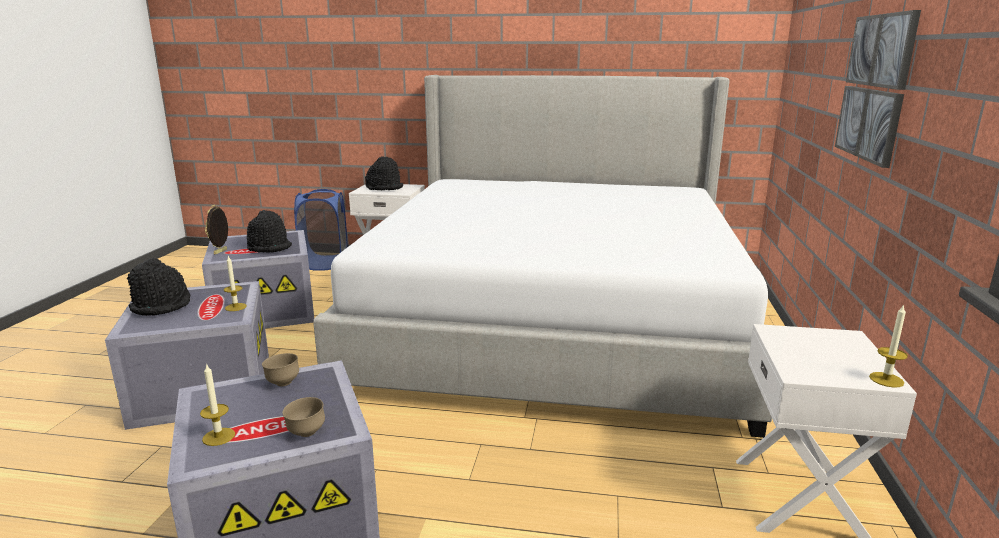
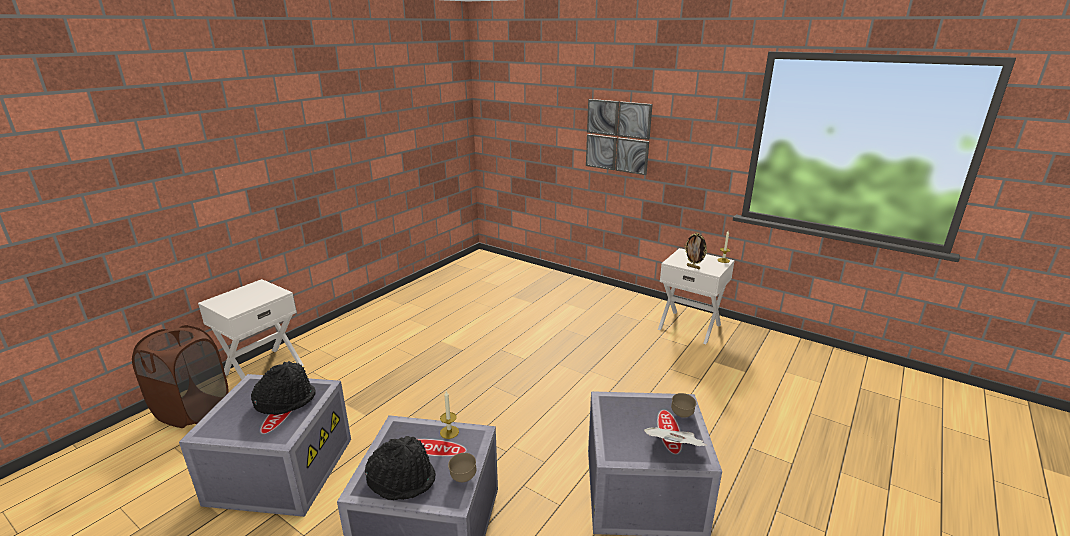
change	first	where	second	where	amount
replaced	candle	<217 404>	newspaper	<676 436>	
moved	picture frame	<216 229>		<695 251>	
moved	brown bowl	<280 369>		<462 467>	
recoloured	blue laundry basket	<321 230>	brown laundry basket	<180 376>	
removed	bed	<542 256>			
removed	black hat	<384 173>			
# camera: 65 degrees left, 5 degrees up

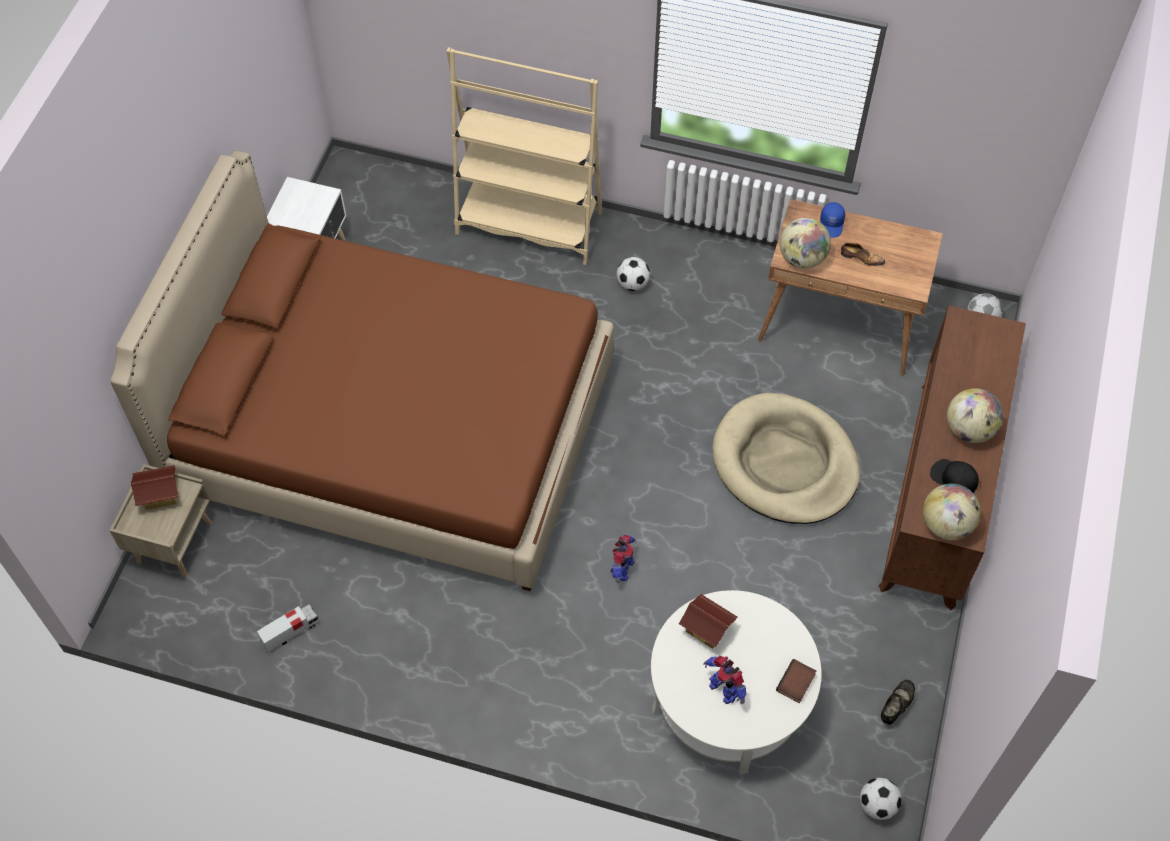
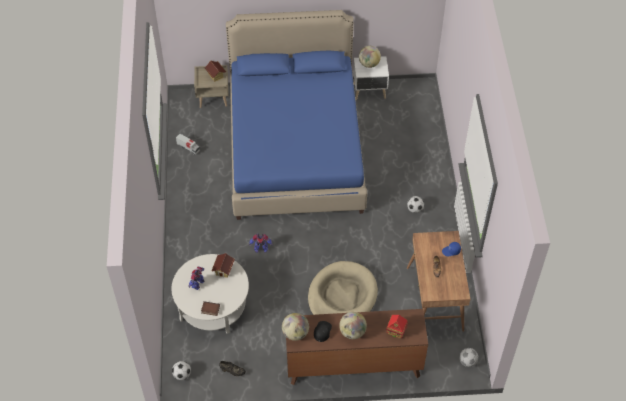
change	first	where	second	where	amount
recoloured	brown bed	<362 371>	blue bed	<296 115>	
removed	beige bookcase	<524 156>			
moved	globe	<805 243>		<370 57>	
added			toy house	<397 327>	
# camera: 70 degrees right, 5 degrees down

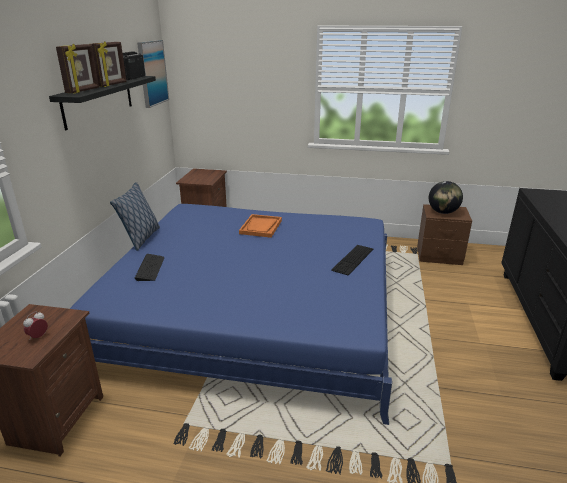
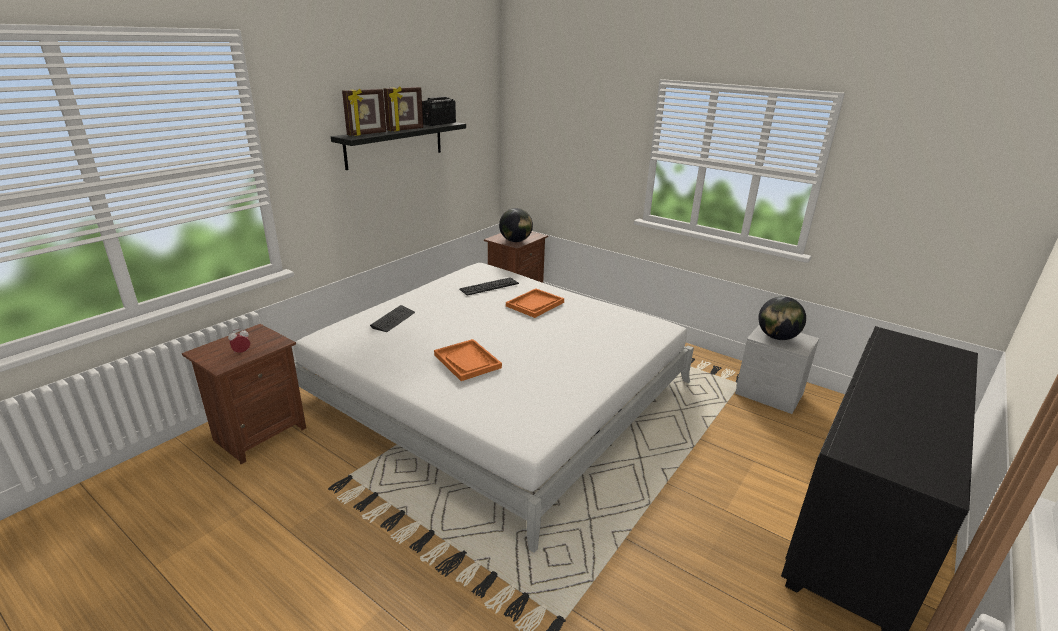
change	first	where	second	where	amount
recoloured	blue bed	<231 314>	white bed	<494 408>	
removed	pillow	<135 216>			
removed	picture	<153 74>			
moved	keyboard	<352 260>		<489 286>	
recoloured	brown nightstand	<444 234>	grey nightstand	<777 369>	
added			orange tray	<468 360>	
added			globe	<516 225>	
# camera: 25 degrees right, 0 degrees up

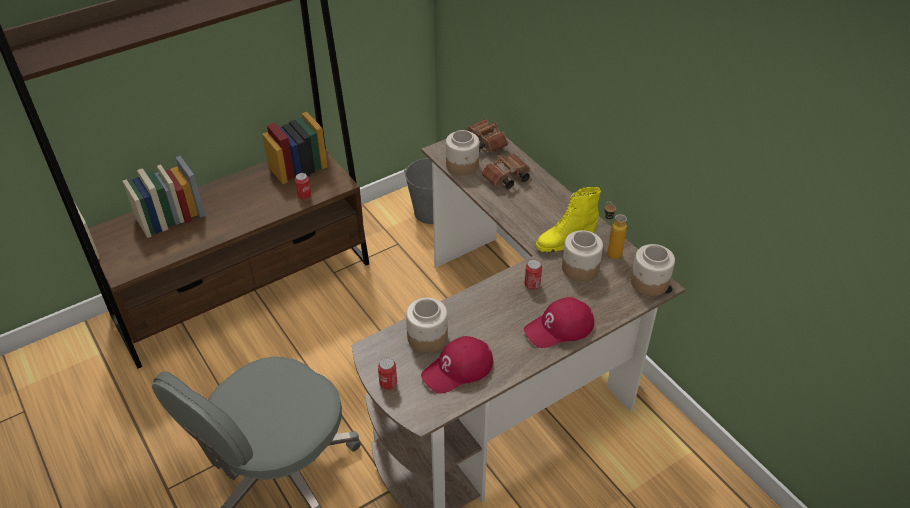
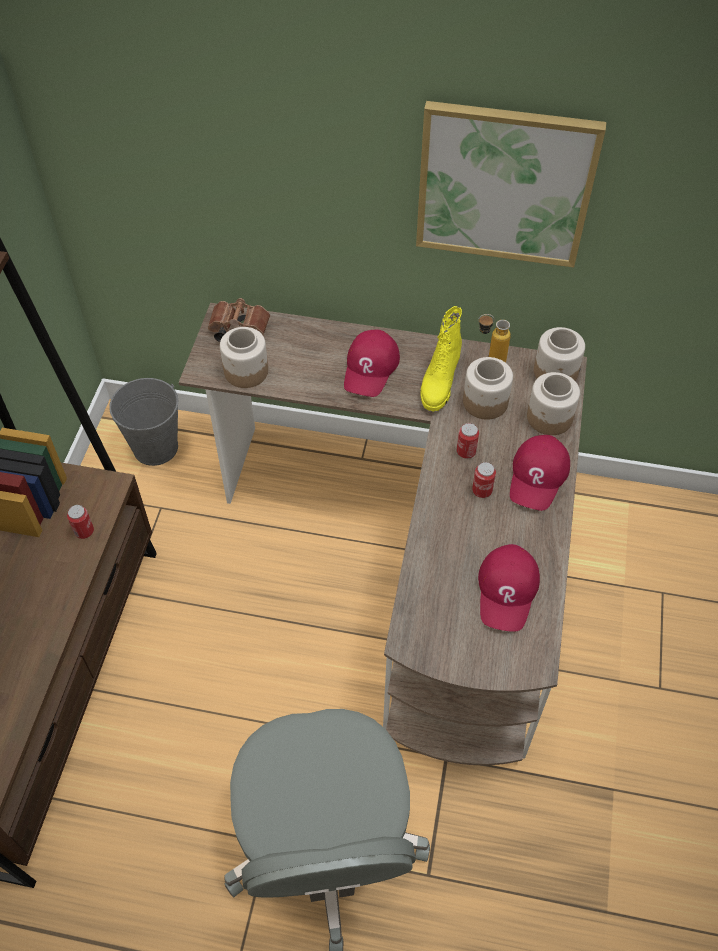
change	first	where	second	where	amount
moved	can	<387 374>		<484 480>	
moved	jar	<427 325>		<553 403>	
removed	brown binoculars	<505 171>			
added			red cap	<372 363>	
added			picture	<511 184>	
# camera: 45 degrees left, 10 degrees up

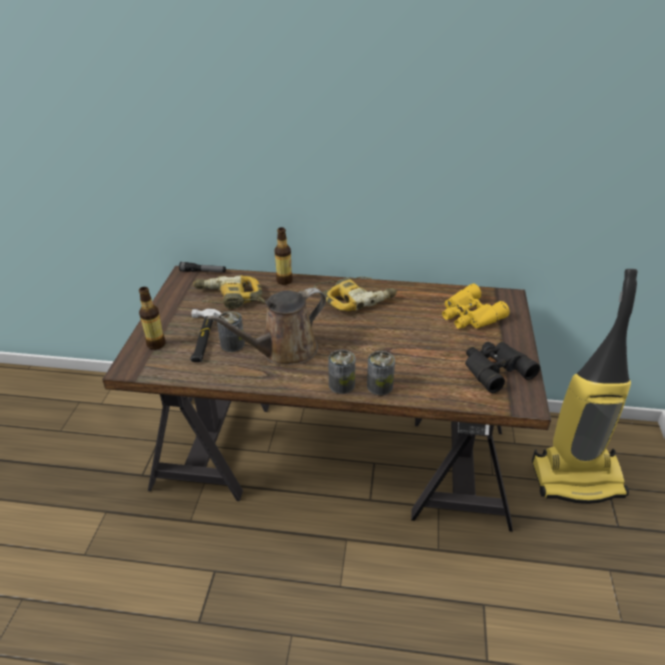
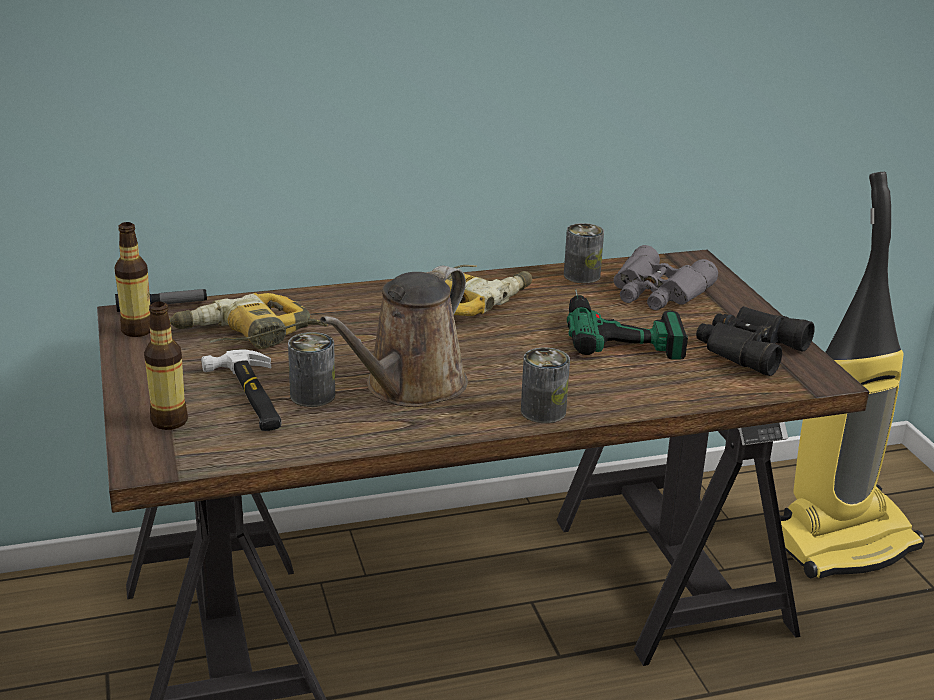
change	first	where	second	where	amount
moved	bottle	<283 256>		<132 279>	
moved	can	<381 373>		<584 253>	
recoloured	yellow binoculars	<476 306>	grey binoculars	<665 277>	
added			power drill	<627 324>	
# camera: 25 degrees left, 10 degrees down

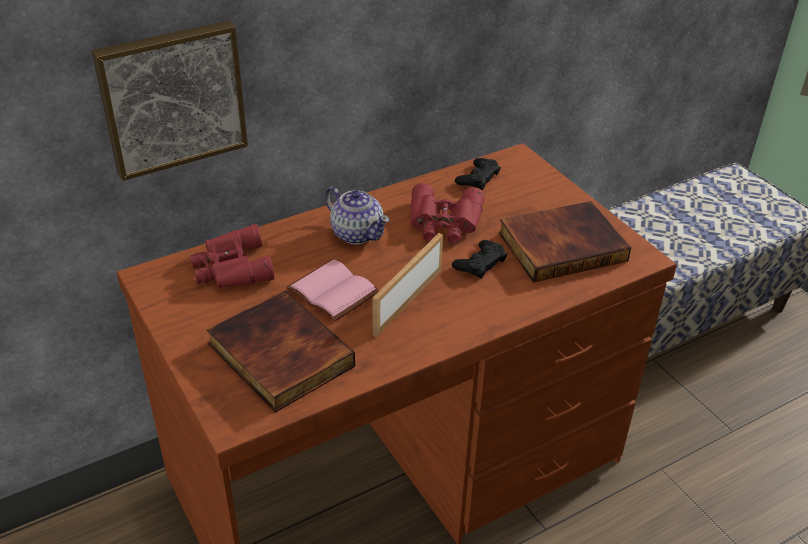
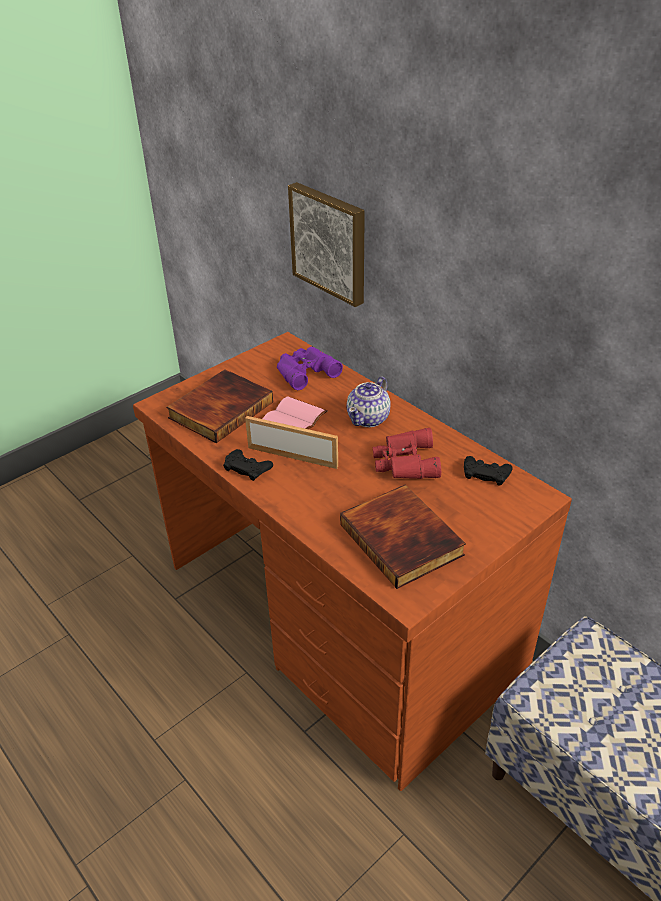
change	first	where	second	where	amount
recoloured	red binoculars	<232 256>	purple binoculars	<310 368>	
moved	black game controller	<479 259>		<248 465>	
# camera: 80 degrees right, 0 degrees up

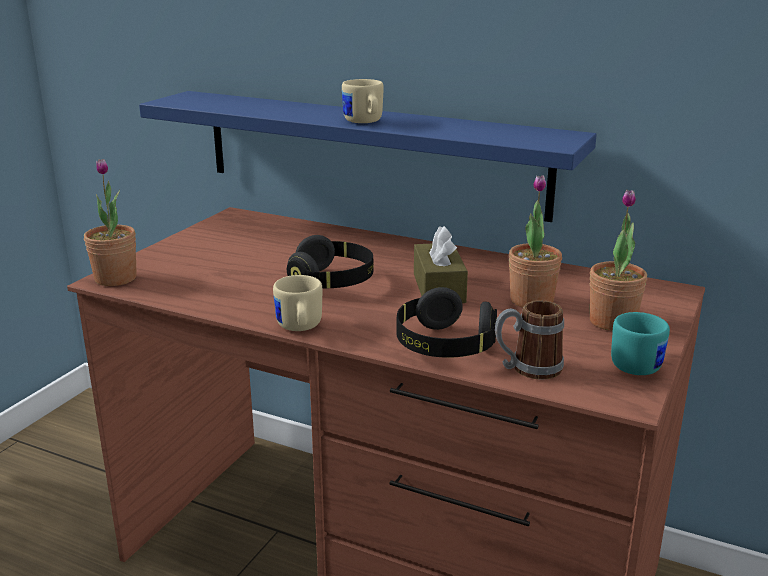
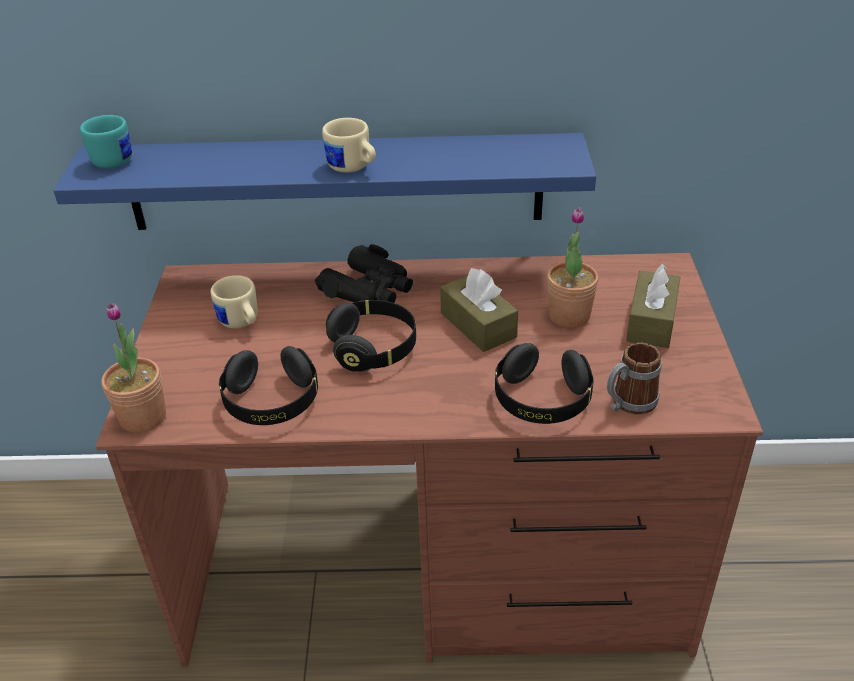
change	first	where	second	where	amount
moved	beige mug	<297 303>		<234 301>	
replaced	potted plant	<618 260>	brown tissue box	<653 306>	
moved	turquoise mug	<640 343>		<106 142>	
added			black headphones	<268 385>	
added			black binoculars	<364 273>	
# camera: 25 degrees left, 15 degrees up

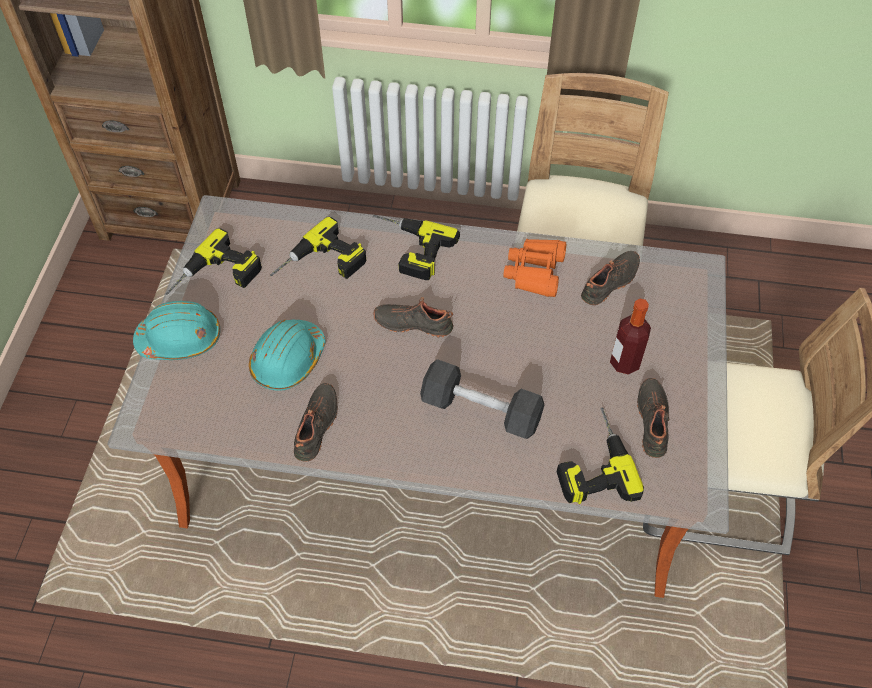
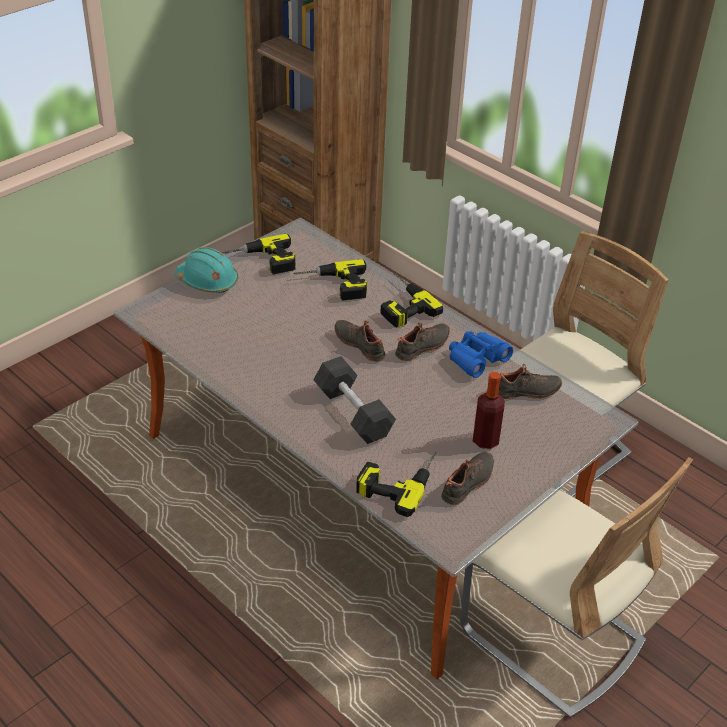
change	first	where	second	where	amount
removed	turquoise hard hat	<287 355>			
moved	black shoe	<316 422>		<422 341>	
recoloured	orange binoculars	<535 268>	blue binoculars	<481 354>	
# camera: 35 degrees right, 15 degrees down

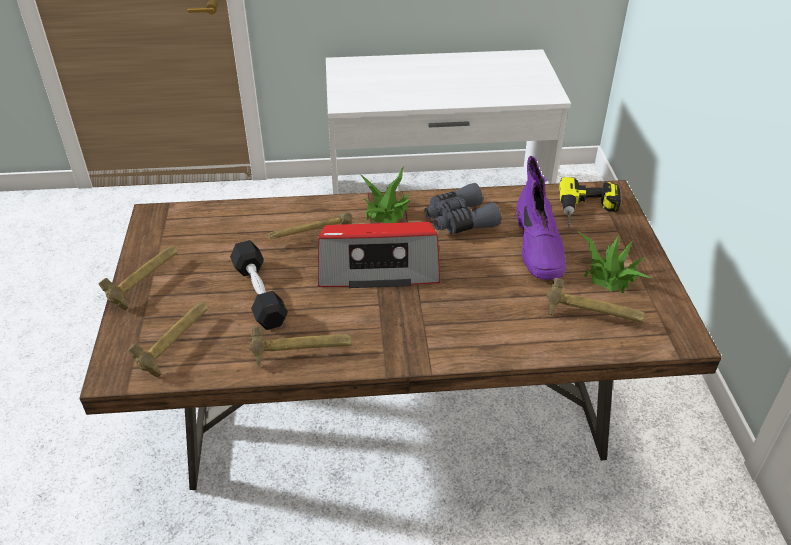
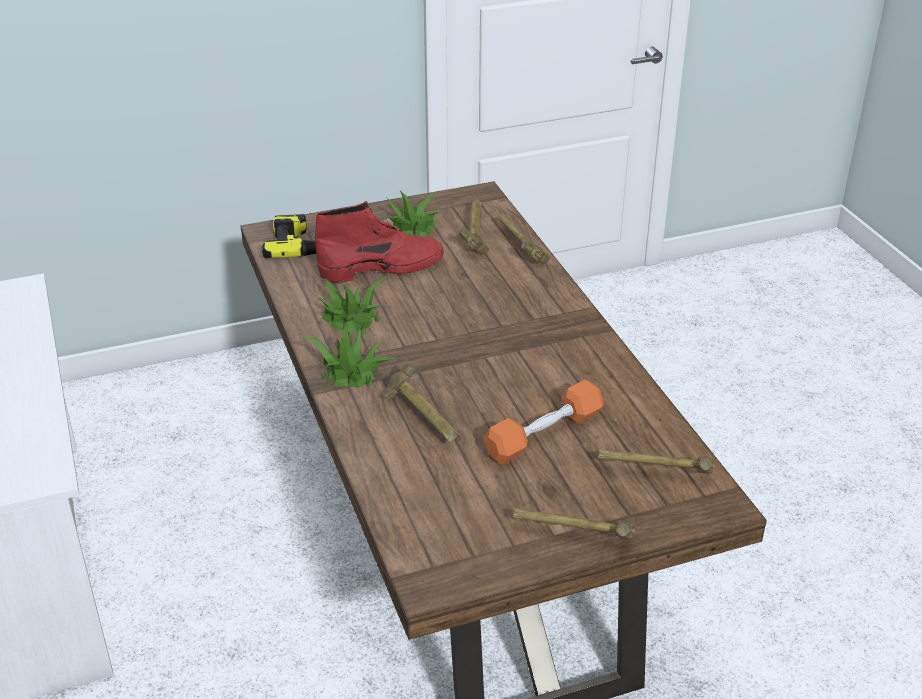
change	first	where	second	where	amount
recoloured	black dumbbell	<259 285>	orange dumbbell	<544 422>	
moved	hammer	<300 346>		<524 238>	
removed	radio	<379 255>			
replaced	grey binoculars	<462 208>	potted plant	<351 306>	
recoloured	purple boot	<542 218>	red boot	<379 242>	
# camera: 105 degrees left, 5 degrees down

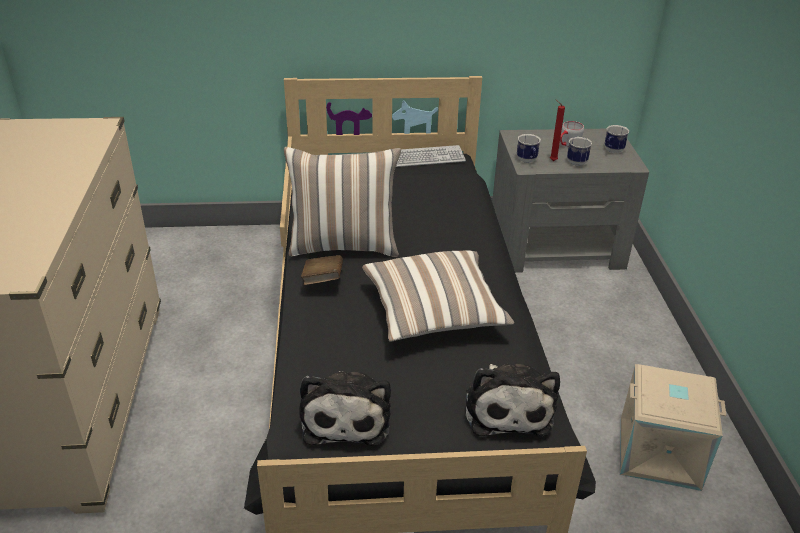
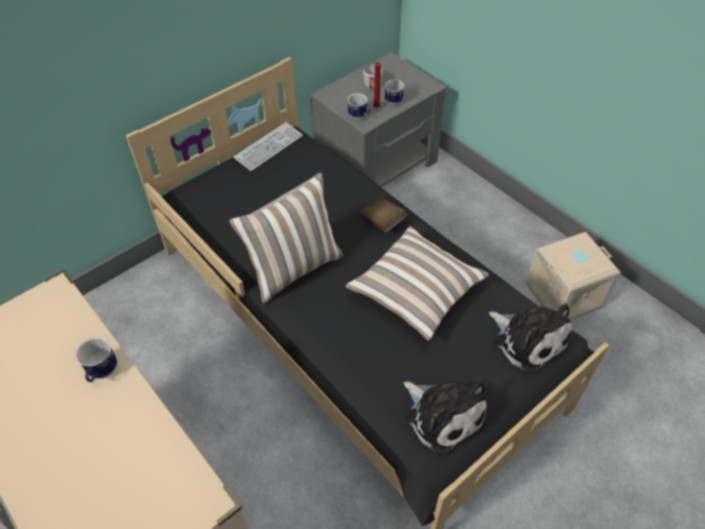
change	first	where	second	where	amount
moved	brown book	<322 270>		<383 214>	
moved	mug	<617 139>		<96 359>	
# camera: 35 degrees left, 15 degrees up

